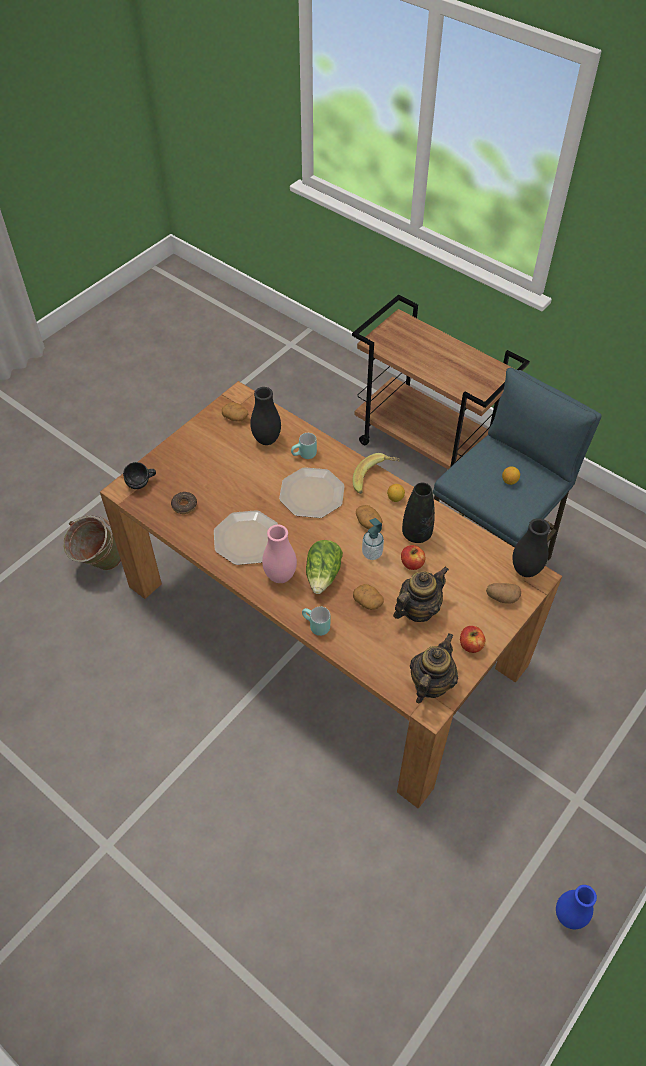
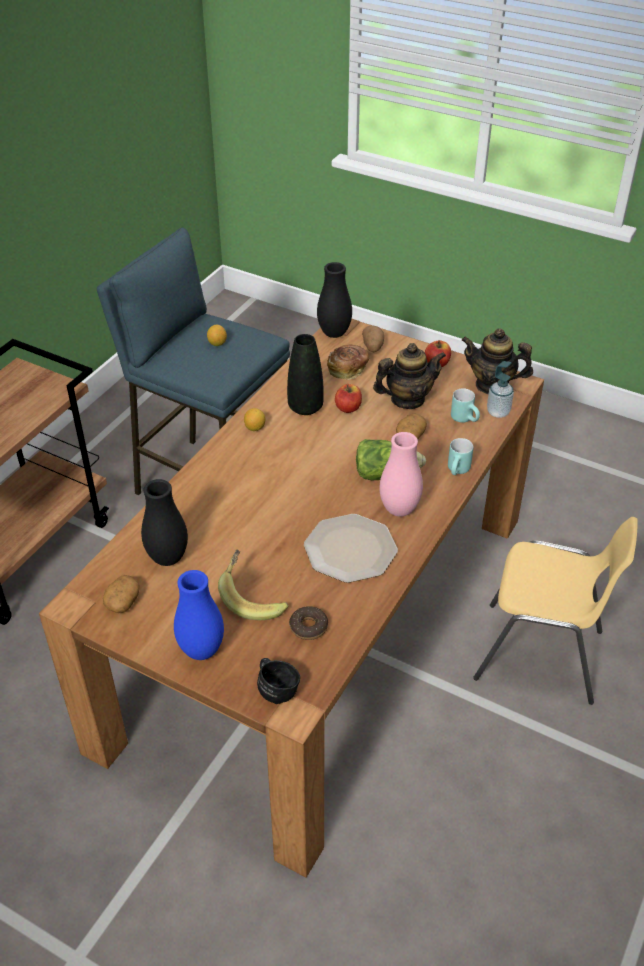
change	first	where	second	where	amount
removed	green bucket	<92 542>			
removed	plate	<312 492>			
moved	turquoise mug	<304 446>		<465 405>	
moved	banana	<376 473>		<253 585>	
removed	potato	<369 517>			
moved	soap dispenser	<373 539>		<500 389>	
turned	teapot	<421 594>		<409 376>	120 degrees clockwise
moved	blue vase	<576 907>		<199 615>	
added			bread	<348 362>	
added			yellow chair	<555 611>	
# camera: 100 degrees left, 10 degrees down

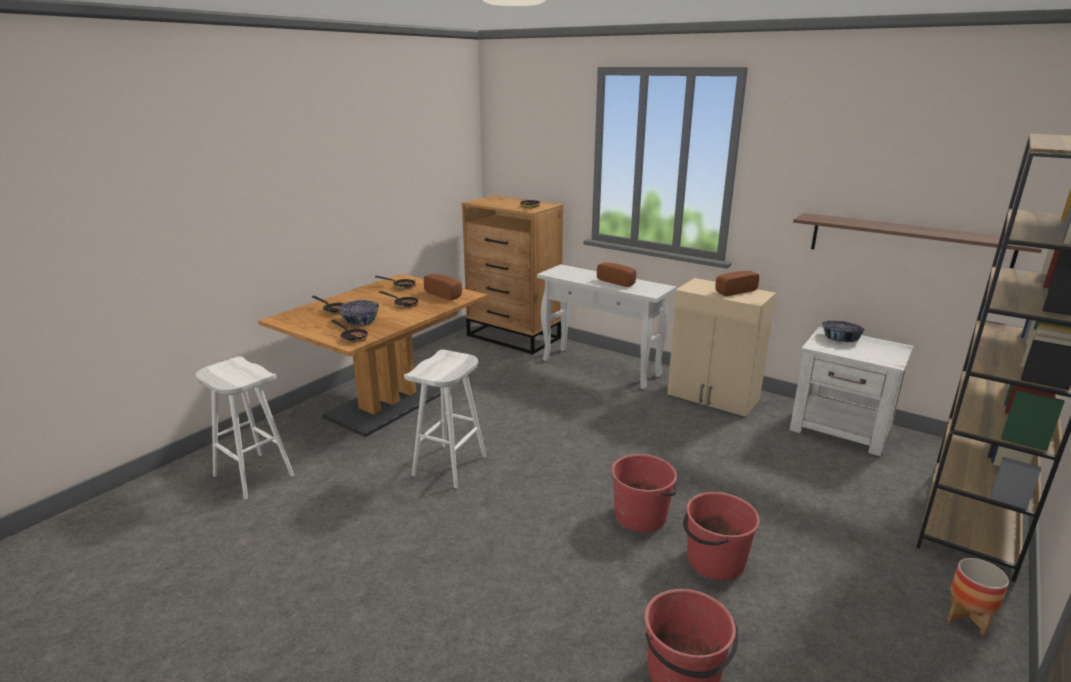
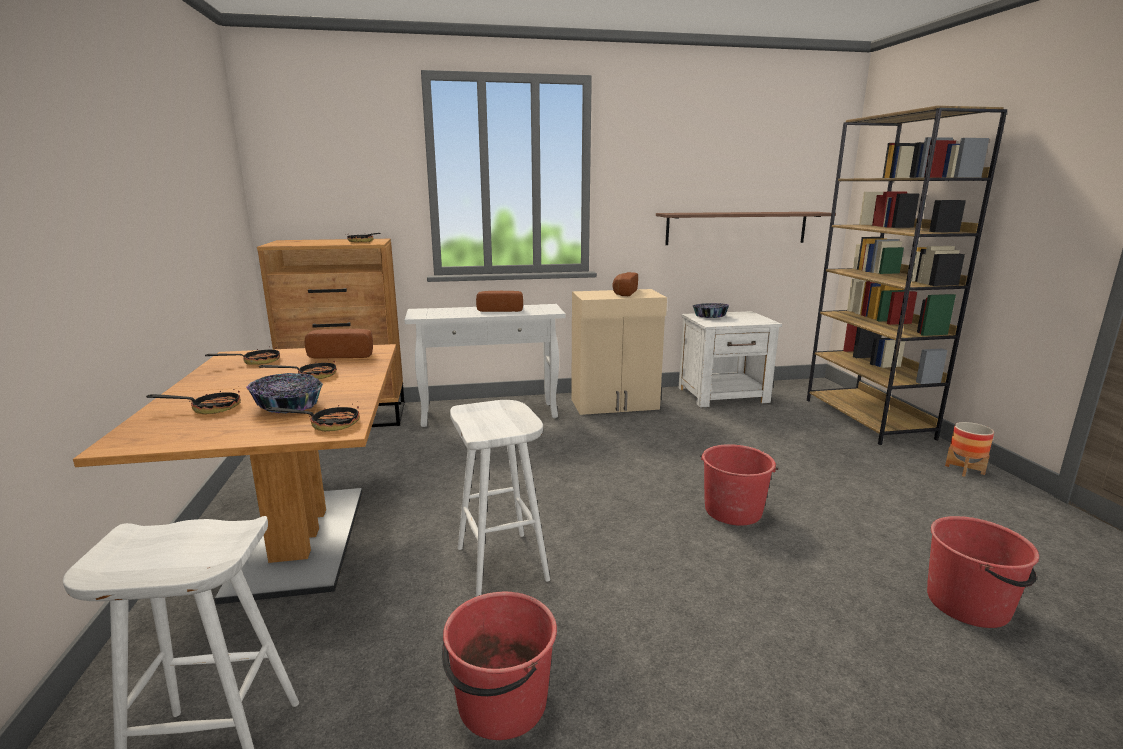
change	first	where	second	where	amount
moved	red bucket	<721 536>		<499 666>	
# camera: 45 degrees left, 5 degrees down

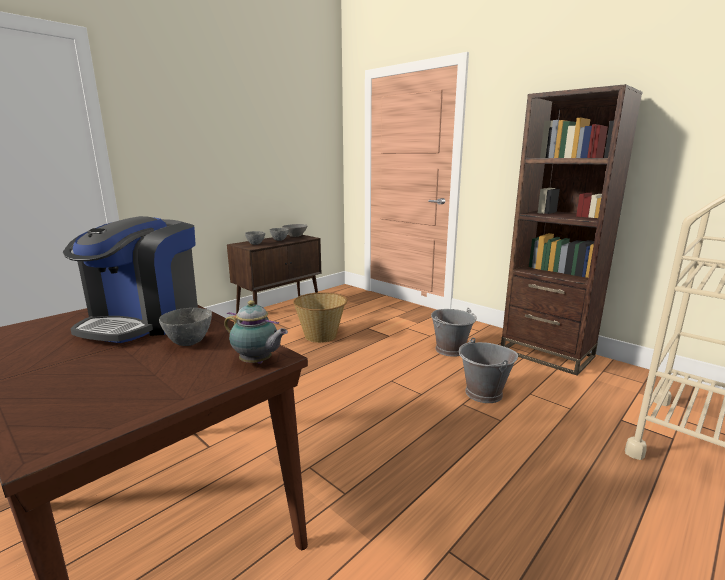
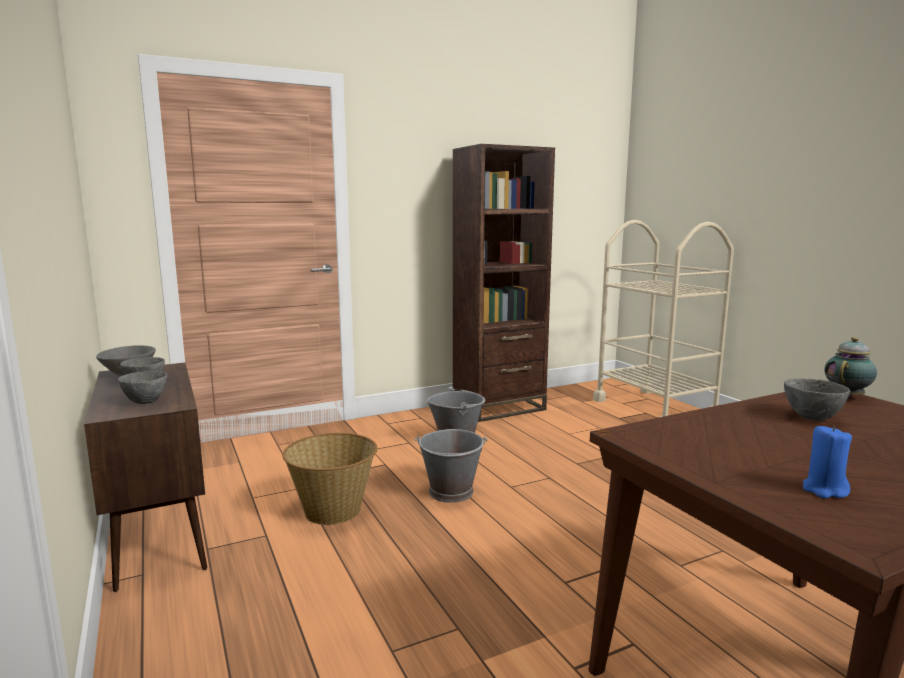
change	first	where	second	where	amount
removed	coffee machine	<130 279>			
moved	grey bucket	<488 370>		<451 466>	
added			blue candle	<827 461>	
# camera: 70 degrees left, 5 degrees down

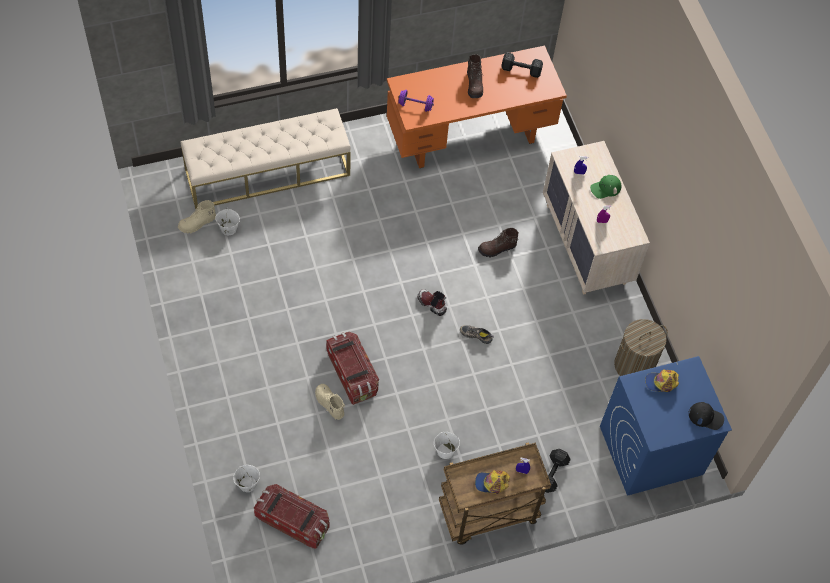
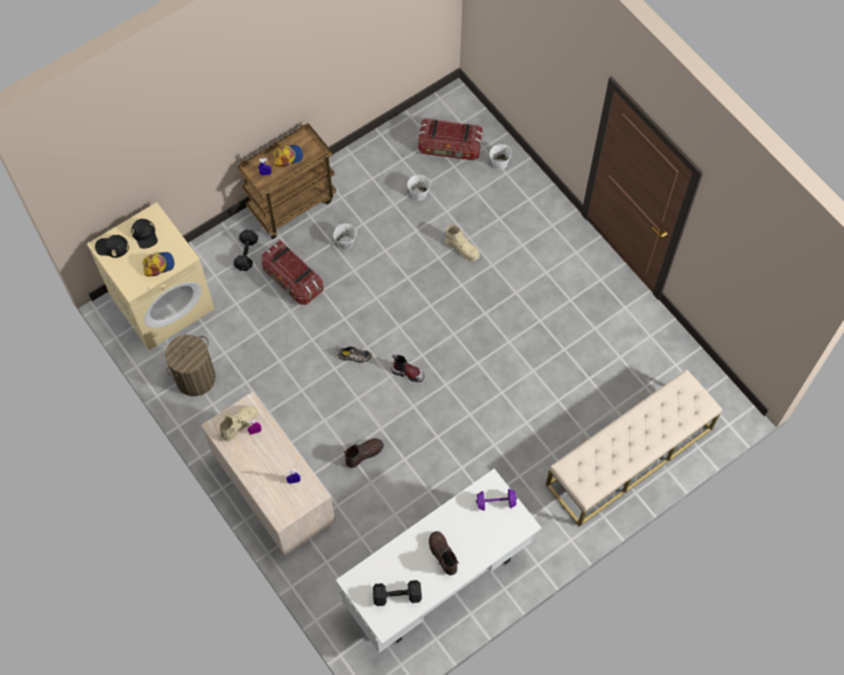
change	first	where	second	where	amount
moved	beige boot	<197 216>		<237 423>	
moved	white bucket	<227 221>		<419 187>	
moved	storage box	<352 368>		<292 272>	
recoloured	orange desk	<477 107>	white desk	<439 561>	
removed	green cap	<606 187>			
recoloured	blue washing machine	<666 426>	beige washing machine	<151 276>	
added			black cap	<144 234>	
# camera: 165 degrees right, 5 degrees up

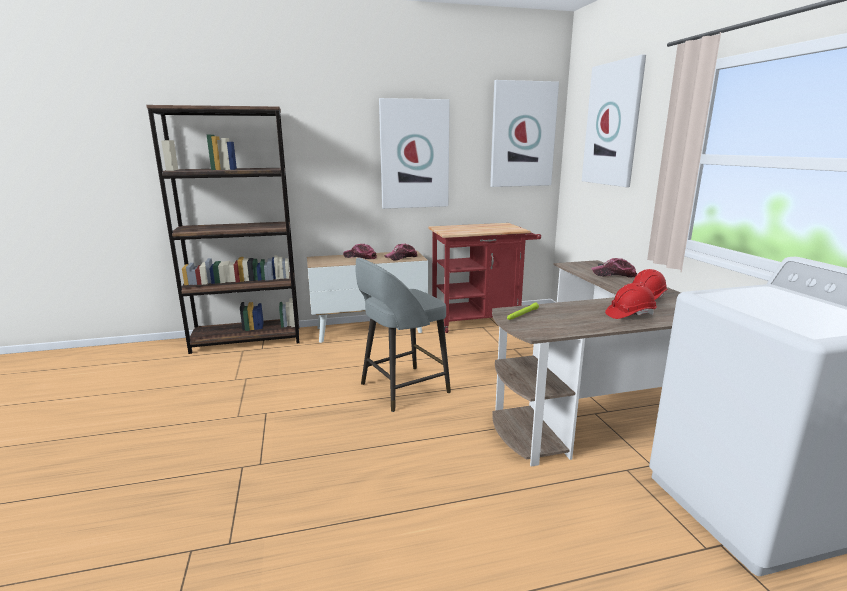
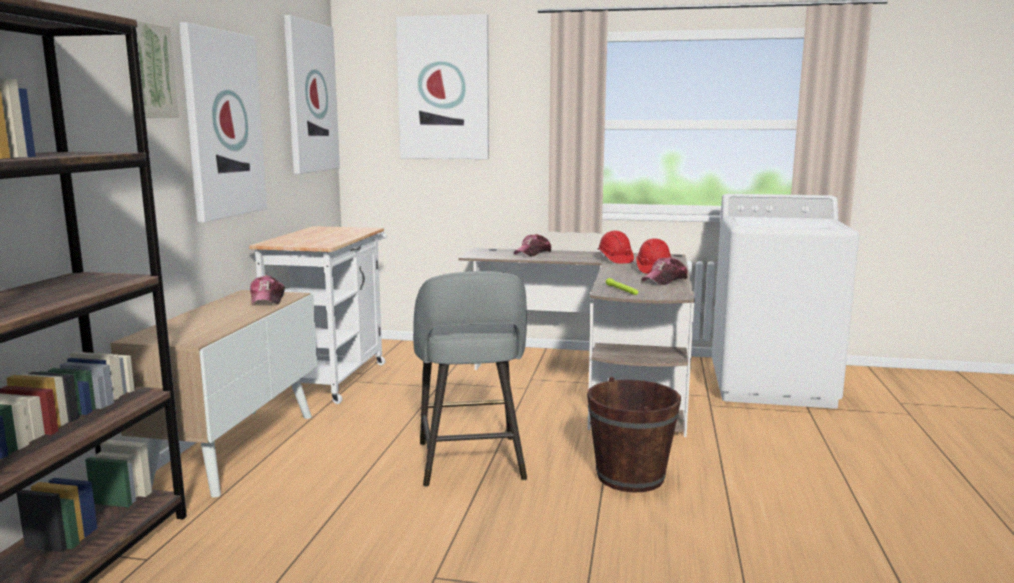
change	first	where	second	where	amount
moved	cap	<360 251>		<665 271>	
recoloured	red cart	<484 278>	white cart	<318 315>	
added			picture	<151 69>	
added			brown bucket	<634 435>	
# camera: 65 degrees left, 5 degrees down

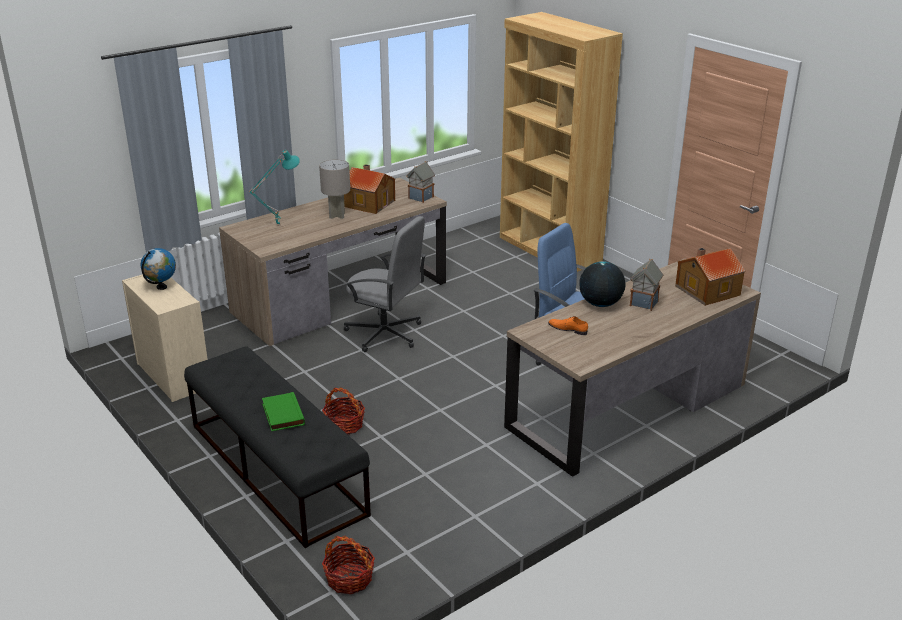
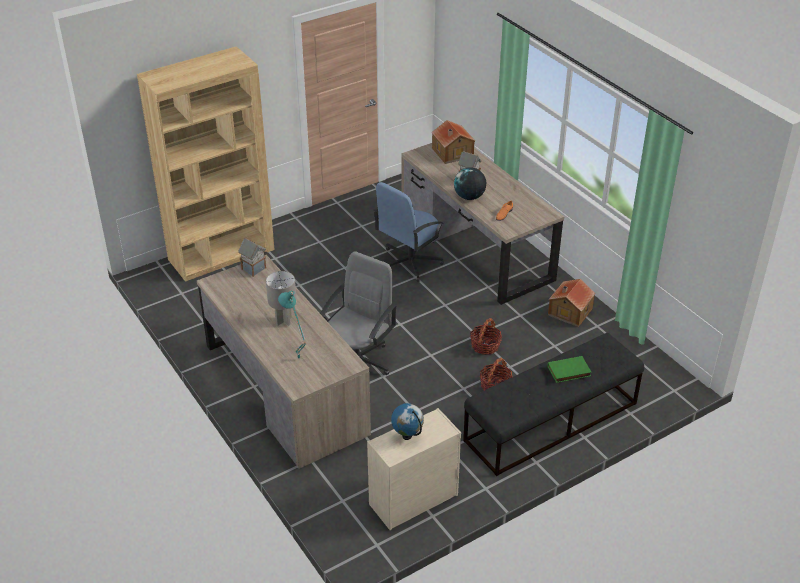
change	first	where	second	where	amount
moved	basket	<348 565>		<486 336>	
moved	toy house	<369 189>		<572 303>	
# camera: 85 degrees left, 10 degrees up

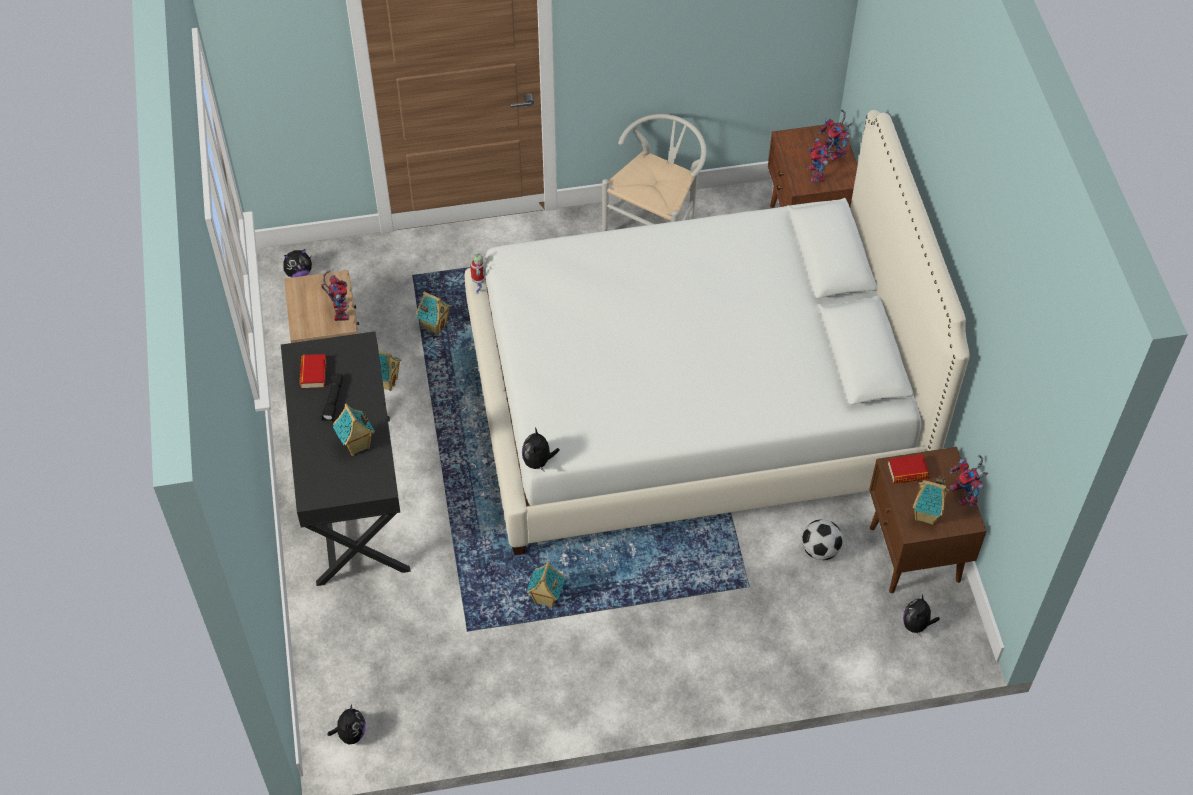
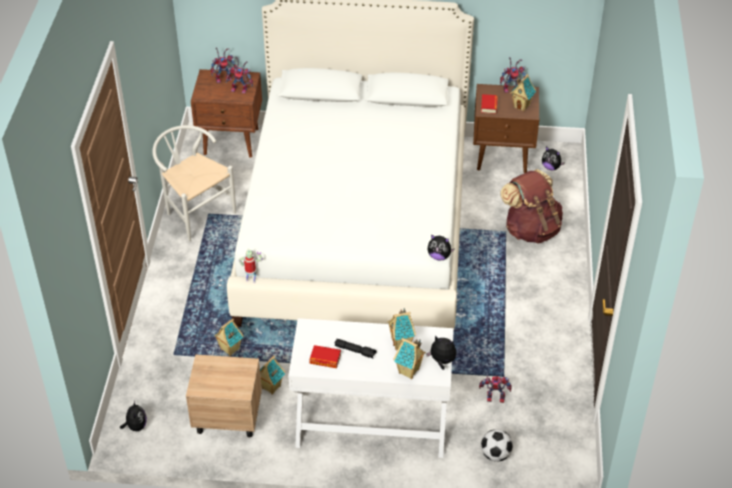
change	first	where	second	where	amount
recoloured	black desk	<346 458>	white desk	<371 388>	
moved	toy robot	<335 295>		<495 389>	
moved	plush toy	<346 724>		<441 352>	
moved	toy house	<546 584>		<409 358>	
moved	football	<822 539>		<497 445>	
added			brown backpack	<532 206>	
# camera: 75 degrees left, 10 degrees down

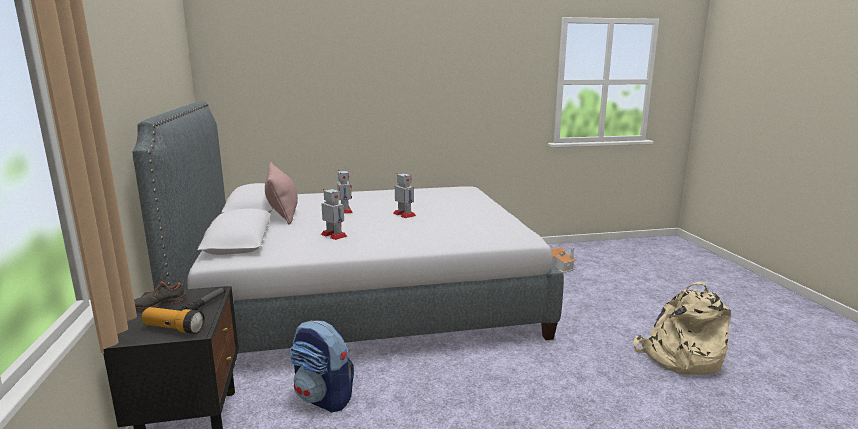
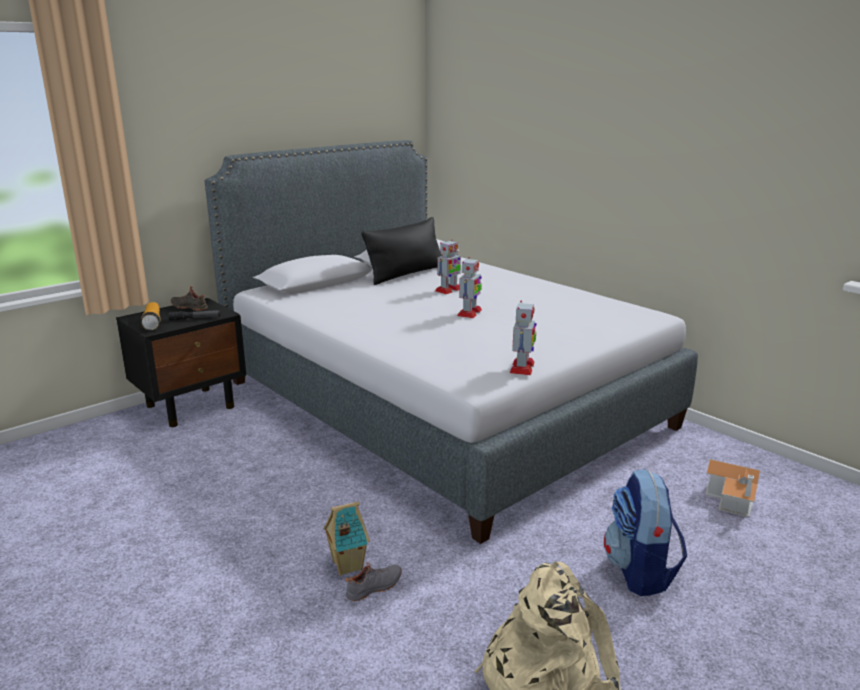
change	first	where	second	where	amount
recoloured	pink pillow	<281 193>	black pillow	<401 251>	
moved	backpack	<322 366>		<645 532>	
moved	toy robot	<334 214>		<523 338>	
added			toy house	<346 539>	
added			grey shoe	<373 581>	
# camera: 60 degrees right, 5 degrees up

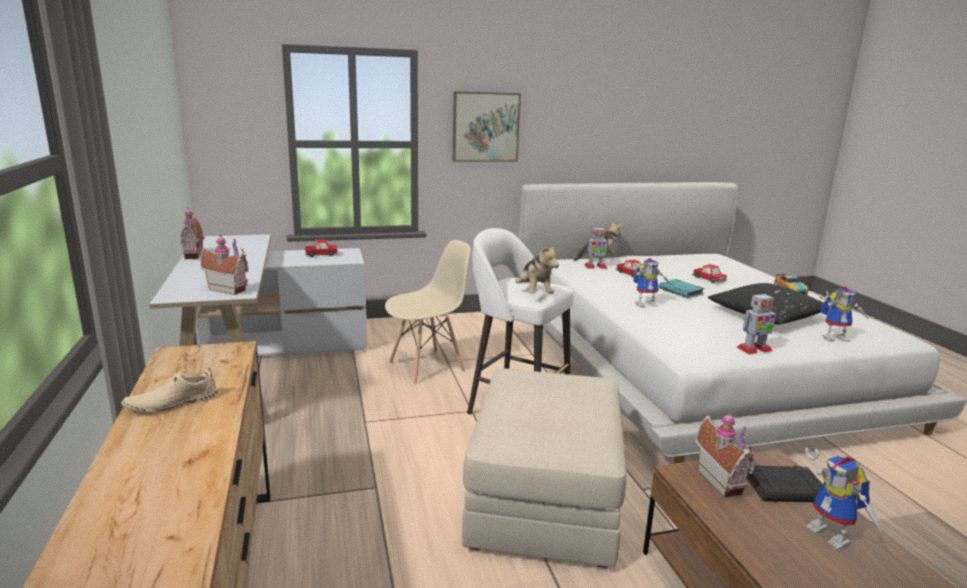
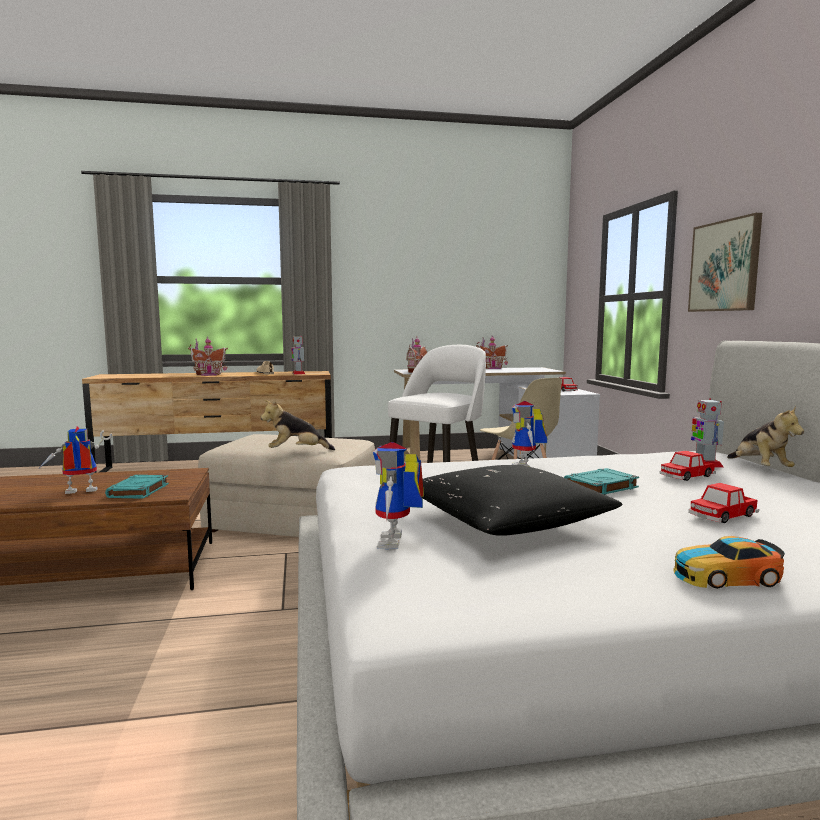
change	first	where	second	where	amount
moved	plush toy	<537 268>		<297 425>	
moved	toy house	<724 454>		<208 356>	
moved	toy robot	<756 323>		<298 355>	
recoloured	black book	<785 483>	turquoise book	<137 487>	
# camera: 95 degrees right, 10 degrees down

